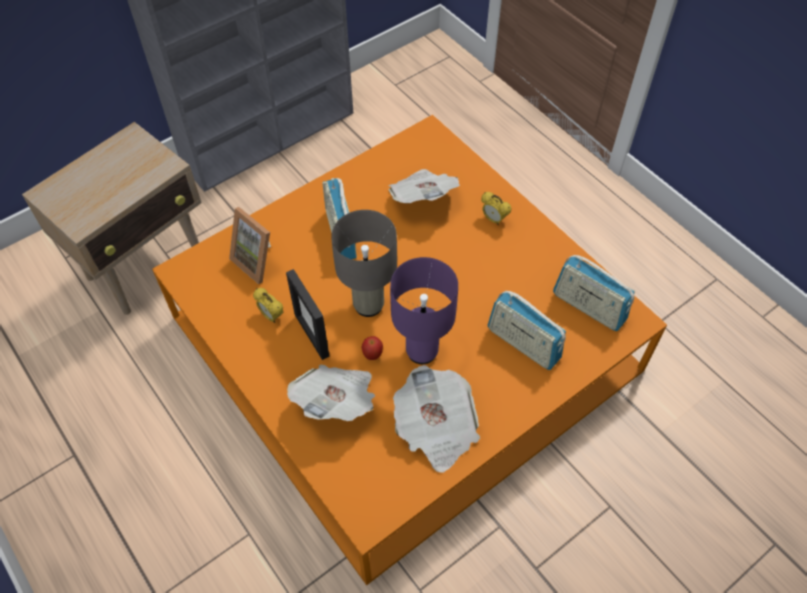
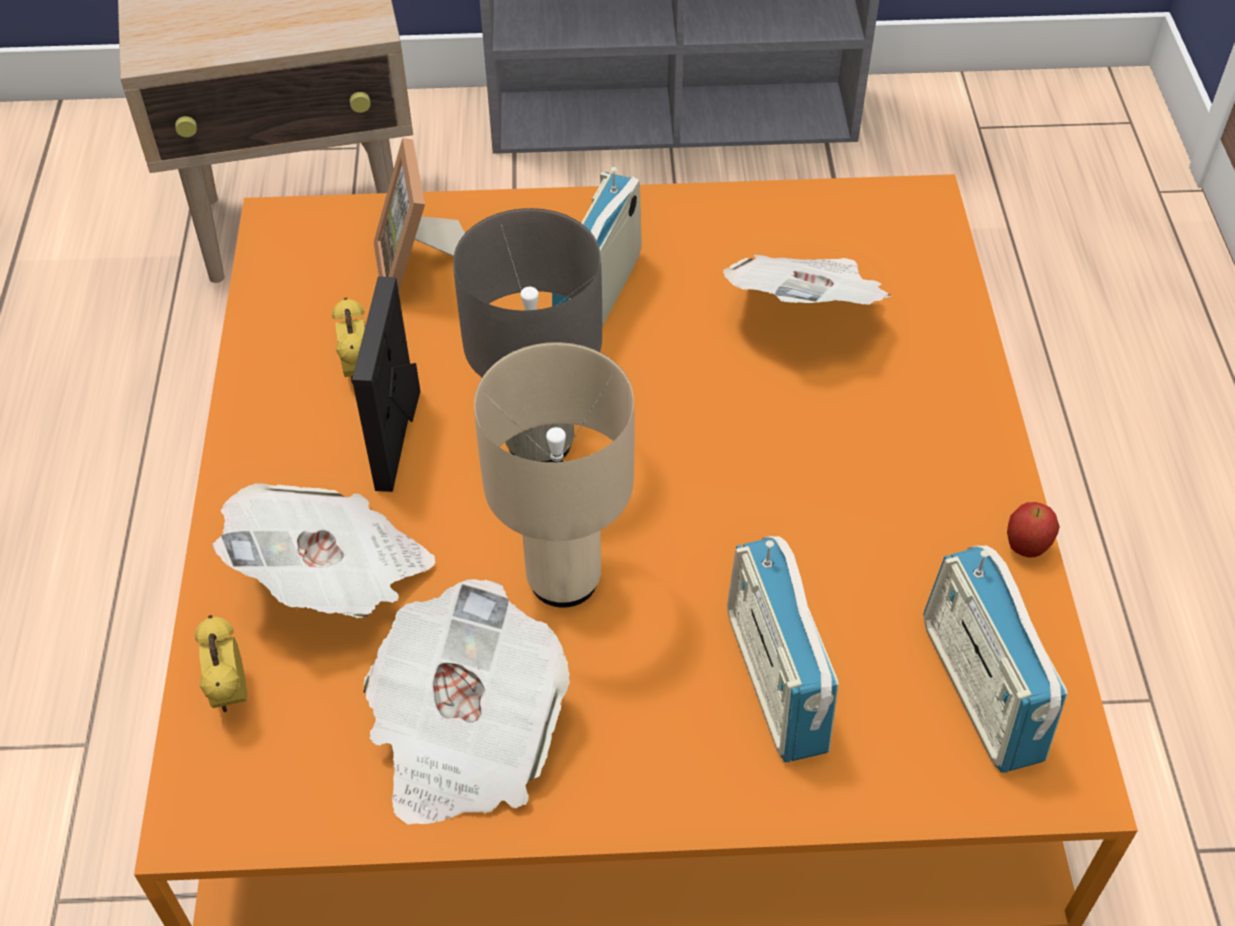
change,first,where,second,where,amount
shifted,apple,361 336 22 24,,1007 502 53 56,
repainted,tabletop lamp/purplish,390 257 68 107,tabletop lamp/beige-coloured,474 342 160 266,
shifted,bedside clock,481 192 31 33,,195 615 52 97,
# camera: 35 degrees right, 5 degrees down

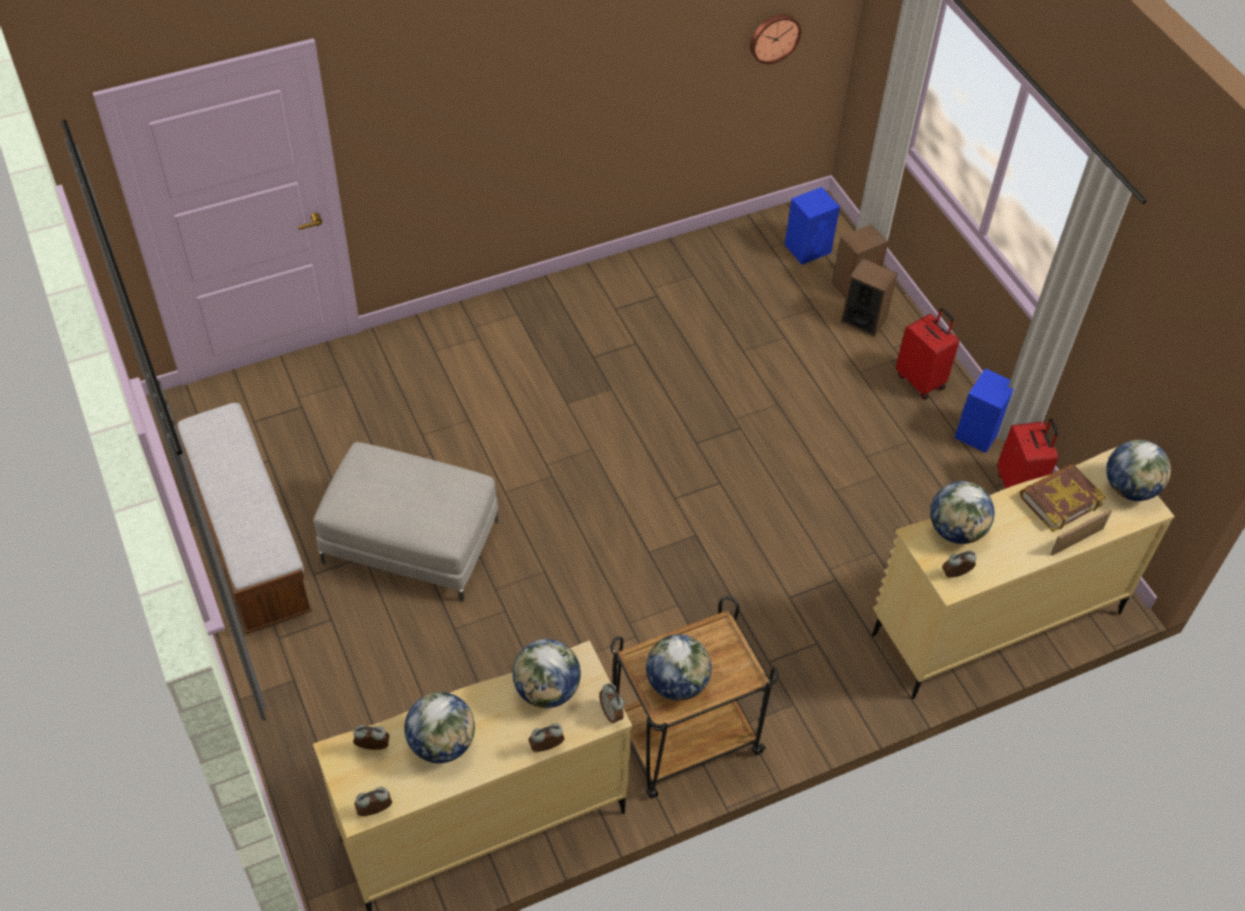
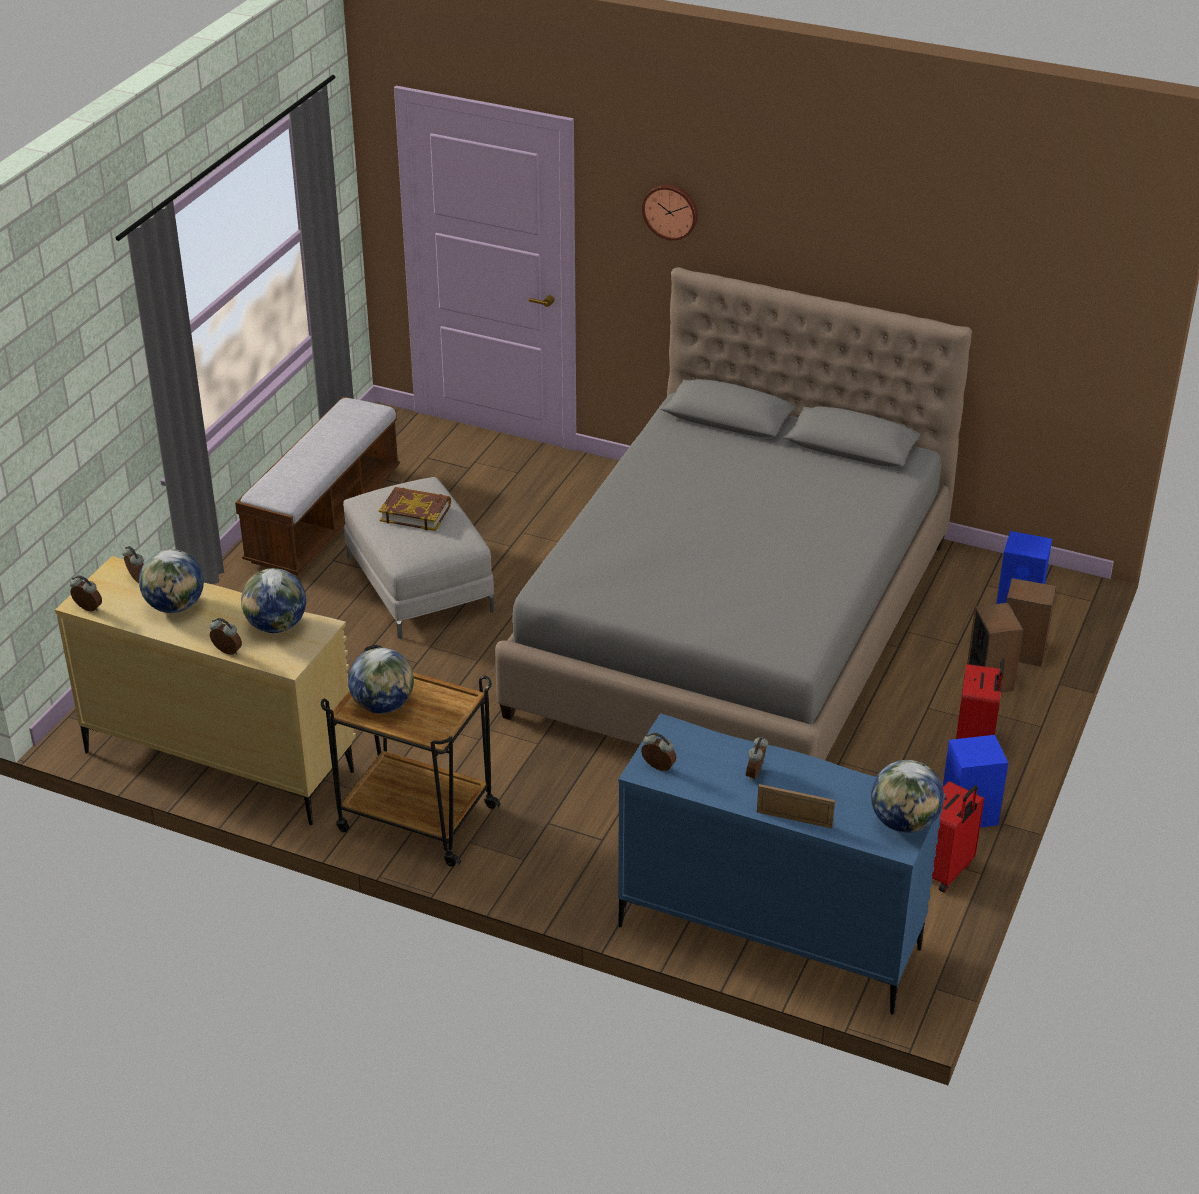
change,first,where,second,where,amount
shifted,bedside clock,599 683 25 40,,746 737 22 44,
shifted,clock on the wall,750 14 51 50,,642 184 56 57,
repainted,chest of drawers/beige-coloured,872 447 303 252,chest of drawers/blue,618 713 327 301,
gone,desk globe,930 481 64 63,,,
shifted,volume,1020 464 86 68,,379 487 72 44,
new,,,sleeping bed/greyish,495 267 477 493,
# camera: 50 degrees right, 15 degrees down

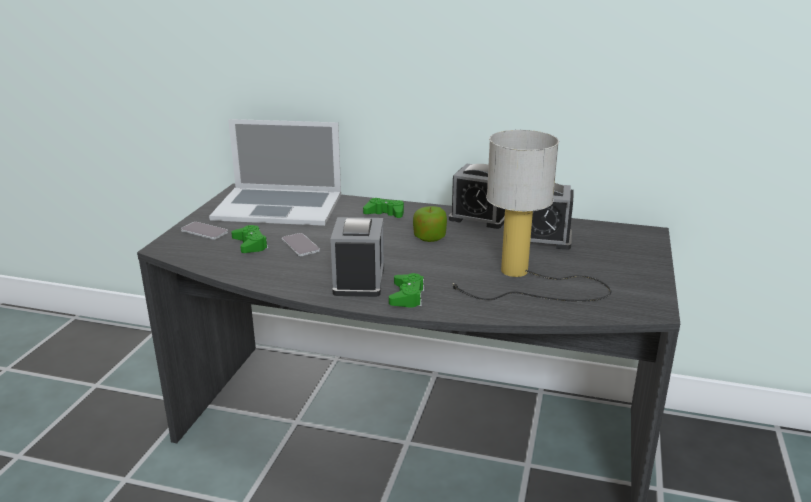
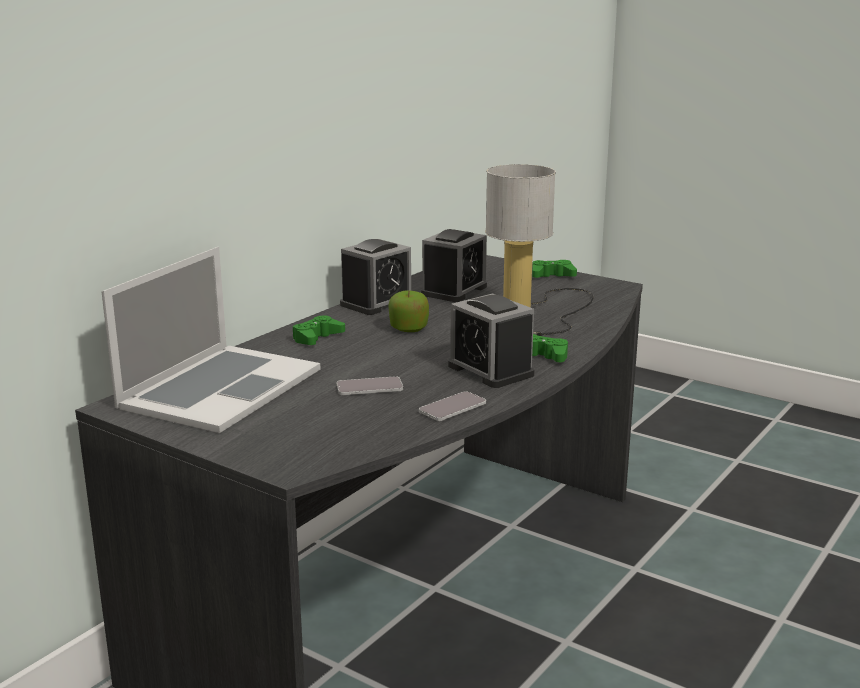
change,first,where,second,where,amount
shifted,phone,181 222 47 18,,419 392 67 29,
shifted,gamepad/green,231 225 37 28,,532 260 45 18,
rotated,bedside clock,330 217 54 80,,448 294 87 94,150 degrees counterclockwise
# camera: 70 degrees left, 5 degrees down

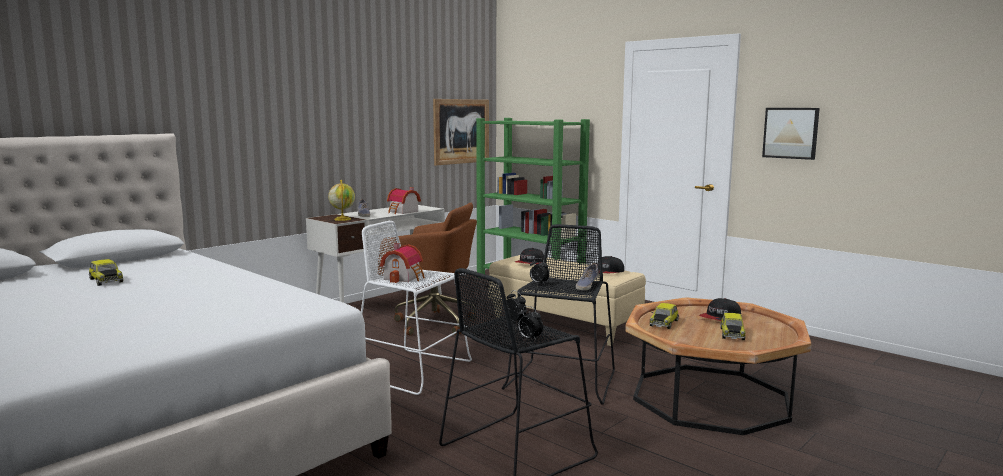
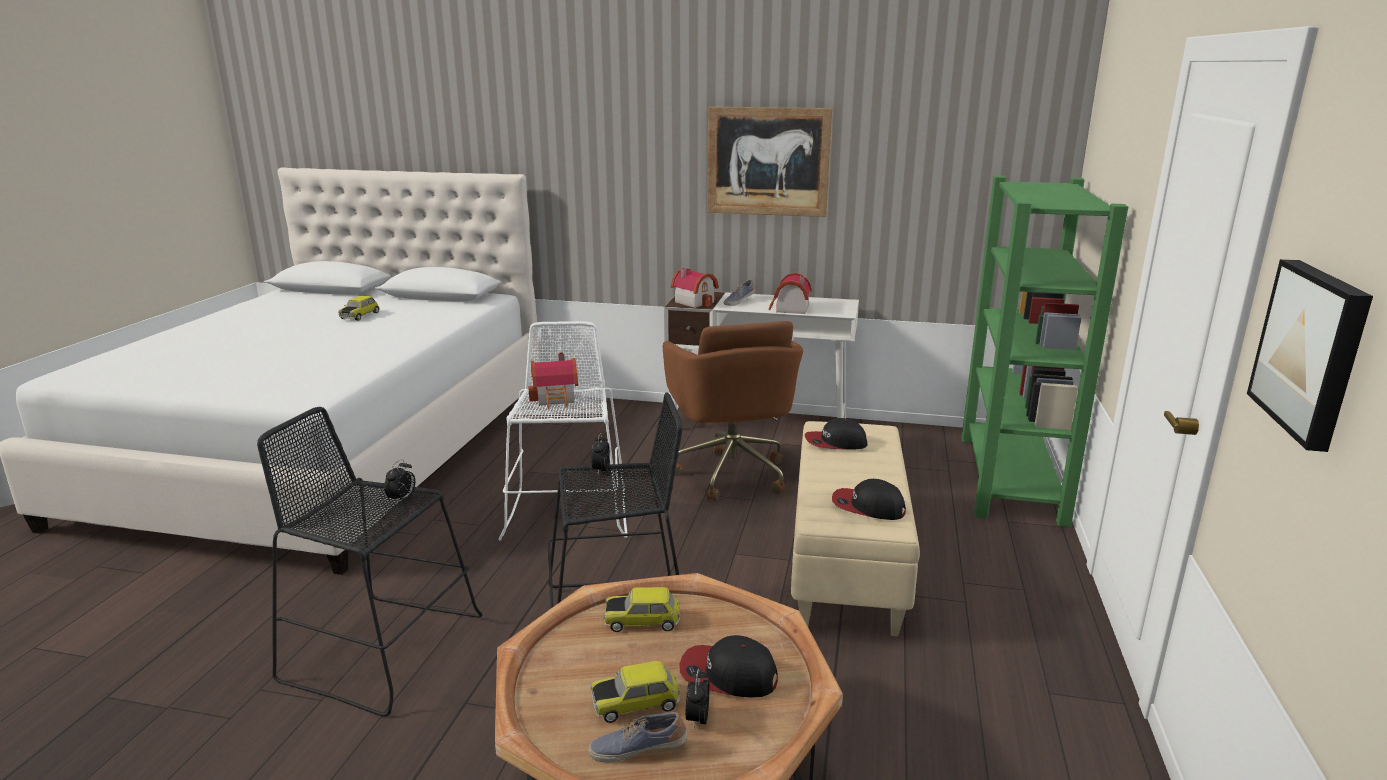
change,first,where,second,where,amount
swapped,desk globe,328 180 27 41,model house,671 268 48 40,
shifted,wall art,433 99 56 66,,707 107 126 110,
shifted,bedside clock,517 306 26 34,,686 668 24 61,
shifted,low shoe,576 263 23 28,,588 712 100 50,
# camera: 60 degrees right, 10 degrees up

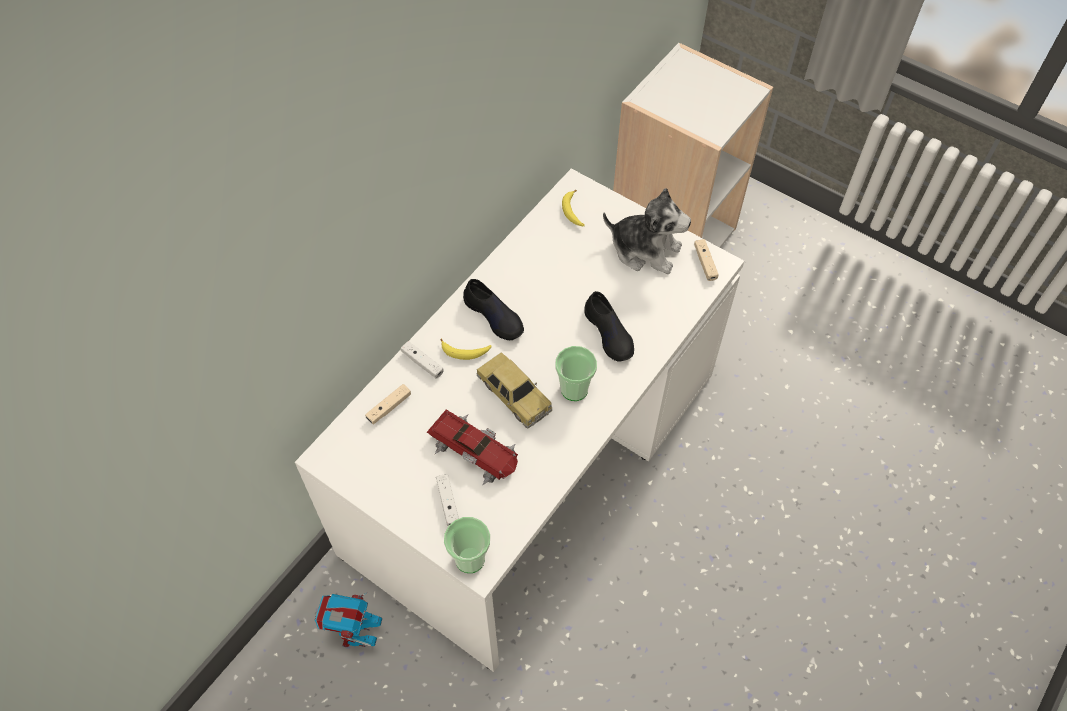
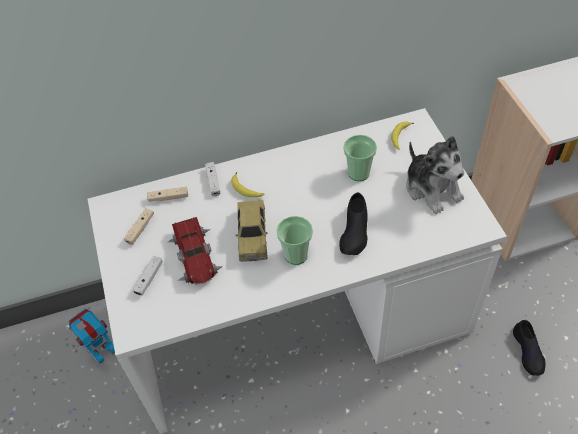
change,first,where,second,where,amount
shifted,drinking cup,444 517 46 56,,343 135 34 46,
shifted,low shoe/black,463 279 61 61,,513 320 32 56,
shifted,gamepad/beige-coloured,694 239 25 42,,124 208 30 37,
# camera: 40 degrees right, 5 degrees down

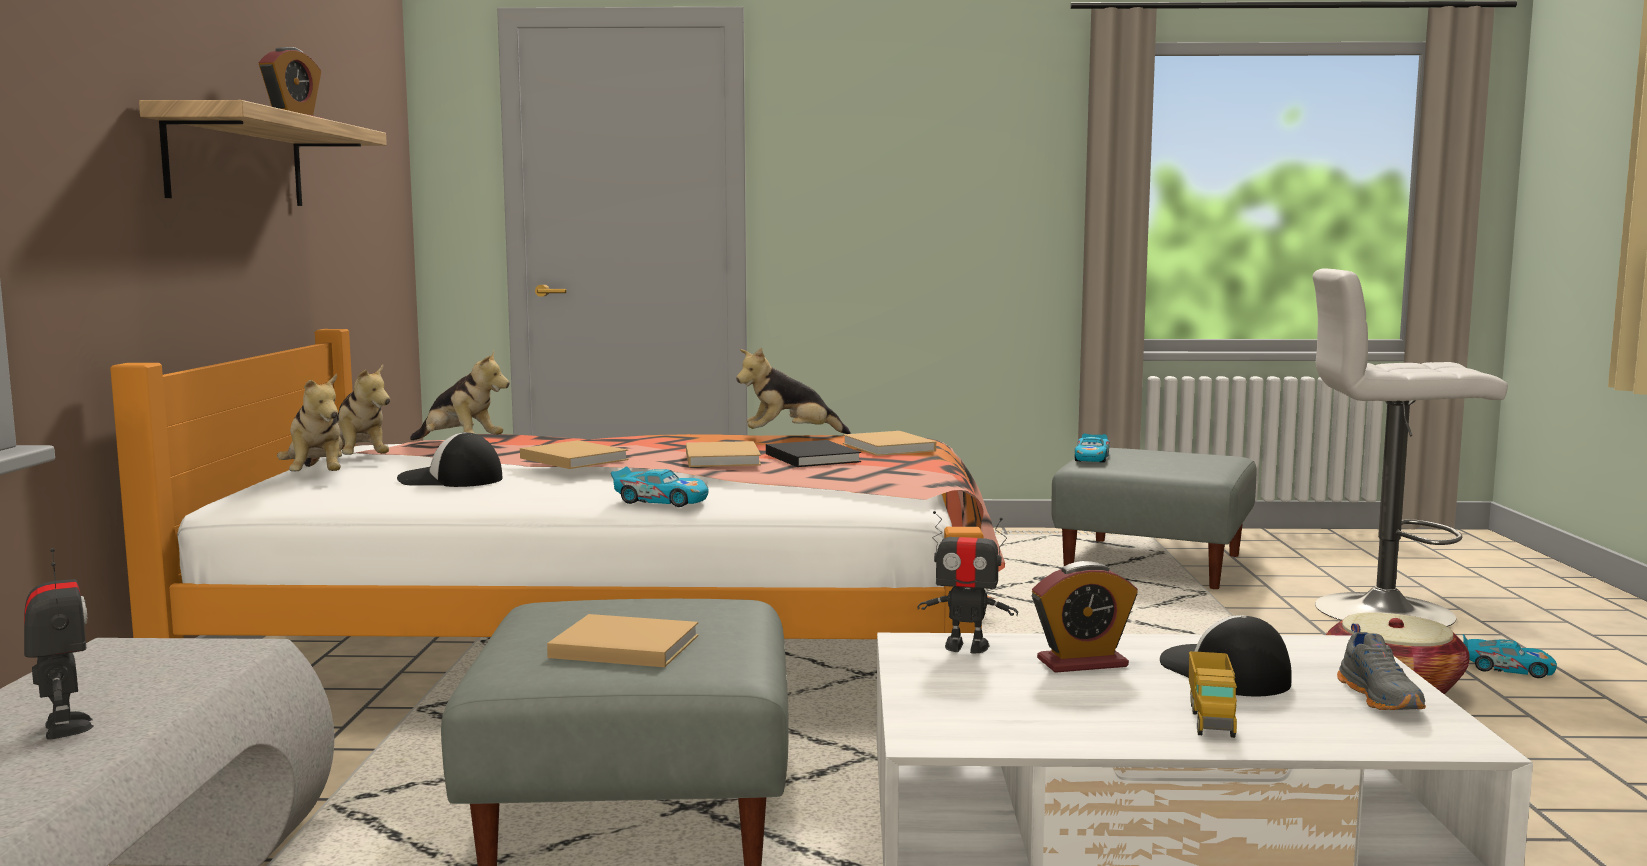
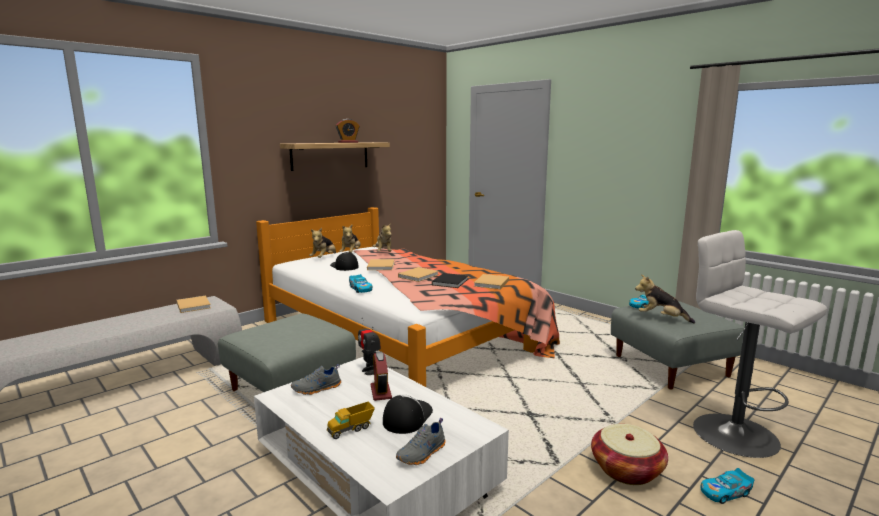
change,first,where,second,where,amount
gone,model robot,24 548 70 192,,,
shifted,volume/beige-coloured,547 614 152 53,,177 296 34 17,
shifted,cuddly toy,736 348 115 86,,635 275 60 48,
rotated,bedside clock,1032 561 106 112,,371 351 21 50,45 degrees clockwise
rotated,toy car,1463 634 94 44,,700 468 54 36,90 degrees clockwise
new,,,low shoe/greyish,291 364 50 31,
# camera: 45 degrees right, 5 degrees up

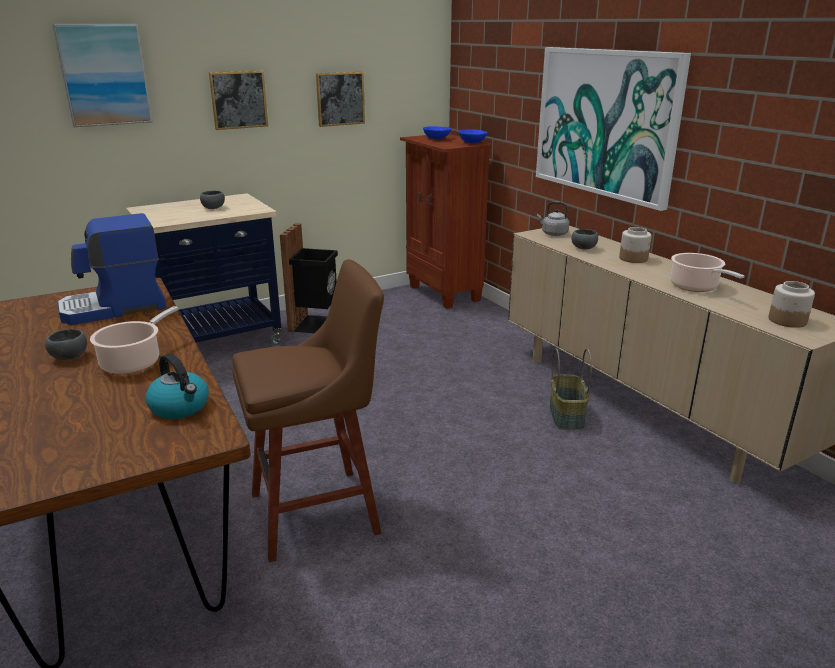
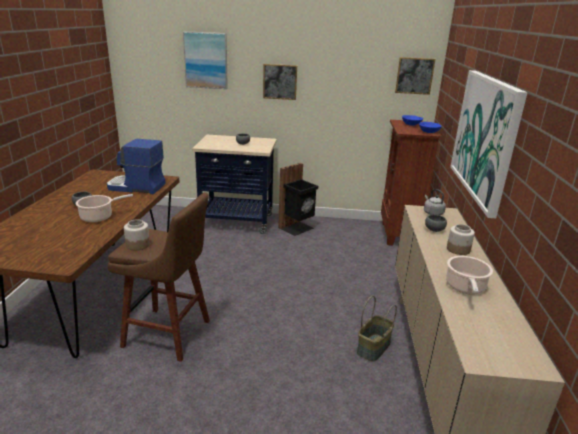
change,first,where,second,where,amount
gone,kettle,145 353 64 66,,,
shifted,wall art,316 72 49 55,,395 57 40 38,
shifted,storage jar,768 281 47 47,,124 220 26 30,
# camera: 35 degrees right, 0 degrees up

